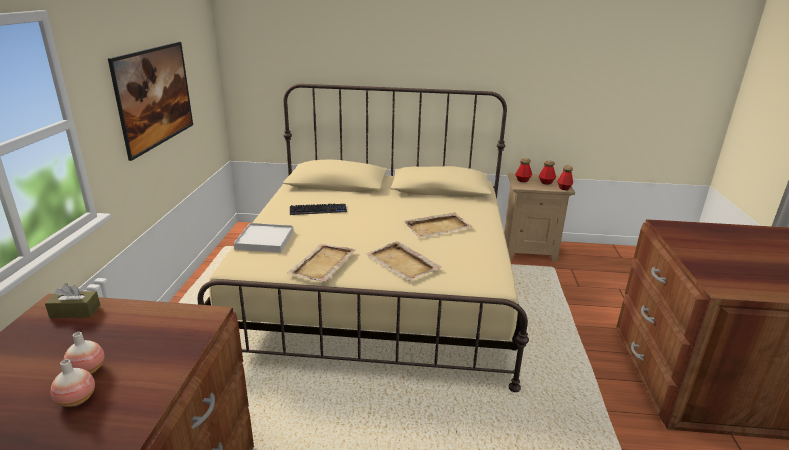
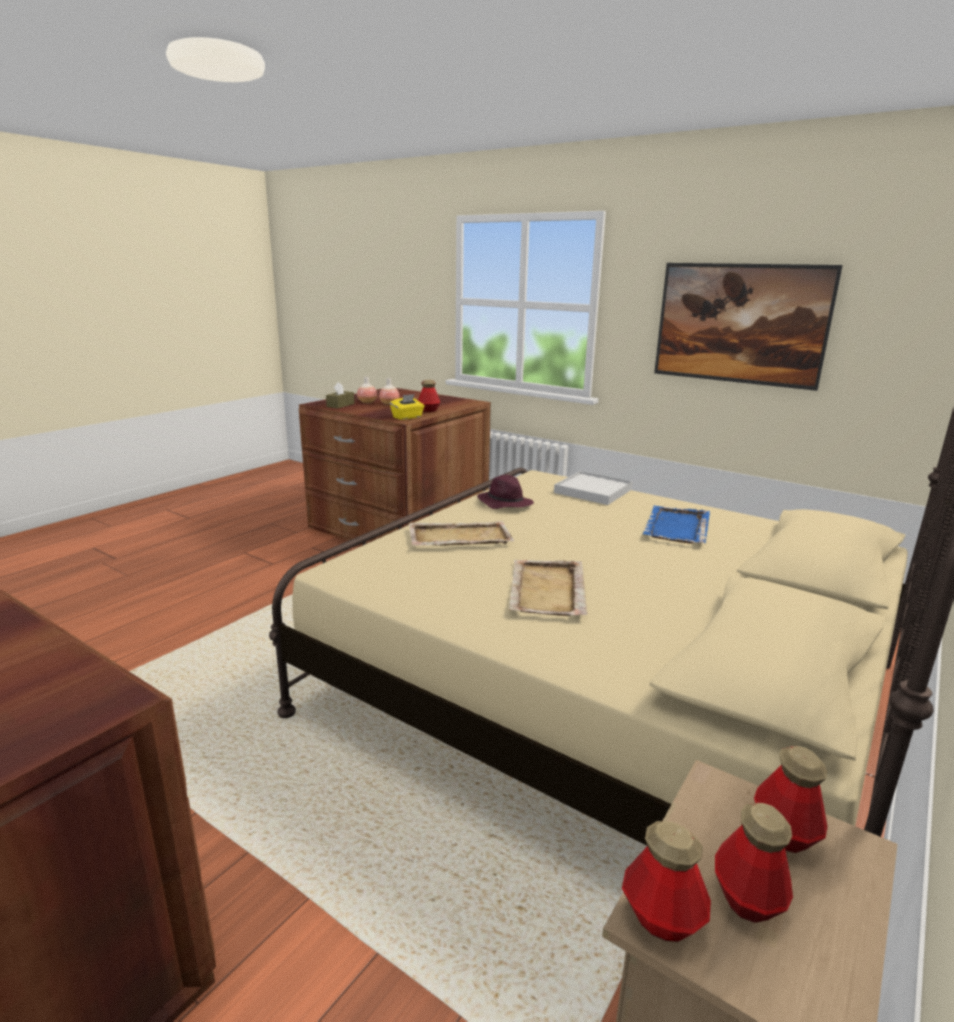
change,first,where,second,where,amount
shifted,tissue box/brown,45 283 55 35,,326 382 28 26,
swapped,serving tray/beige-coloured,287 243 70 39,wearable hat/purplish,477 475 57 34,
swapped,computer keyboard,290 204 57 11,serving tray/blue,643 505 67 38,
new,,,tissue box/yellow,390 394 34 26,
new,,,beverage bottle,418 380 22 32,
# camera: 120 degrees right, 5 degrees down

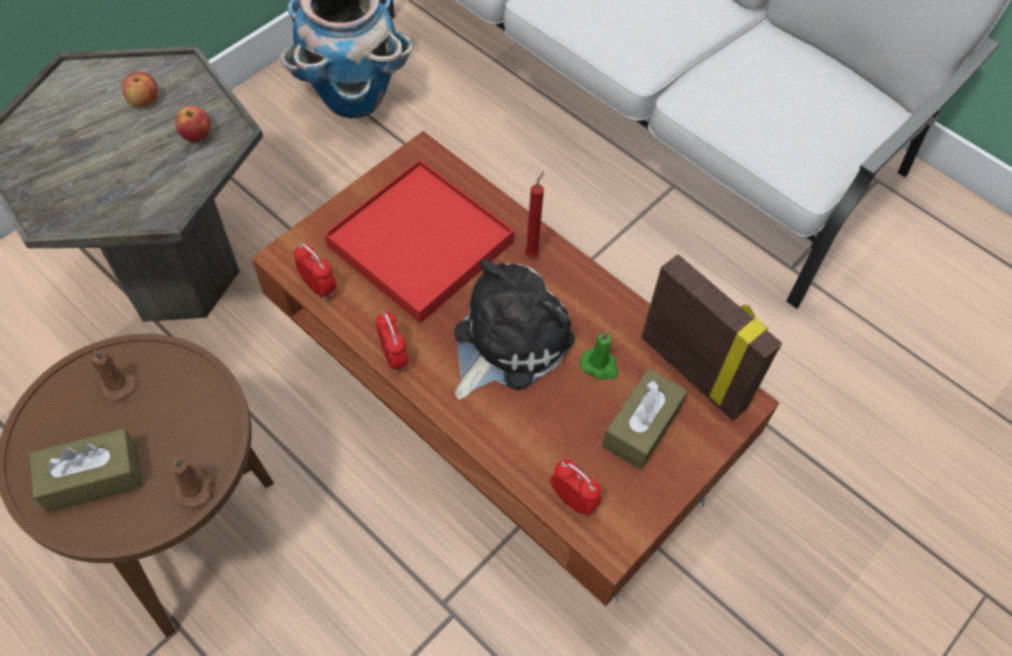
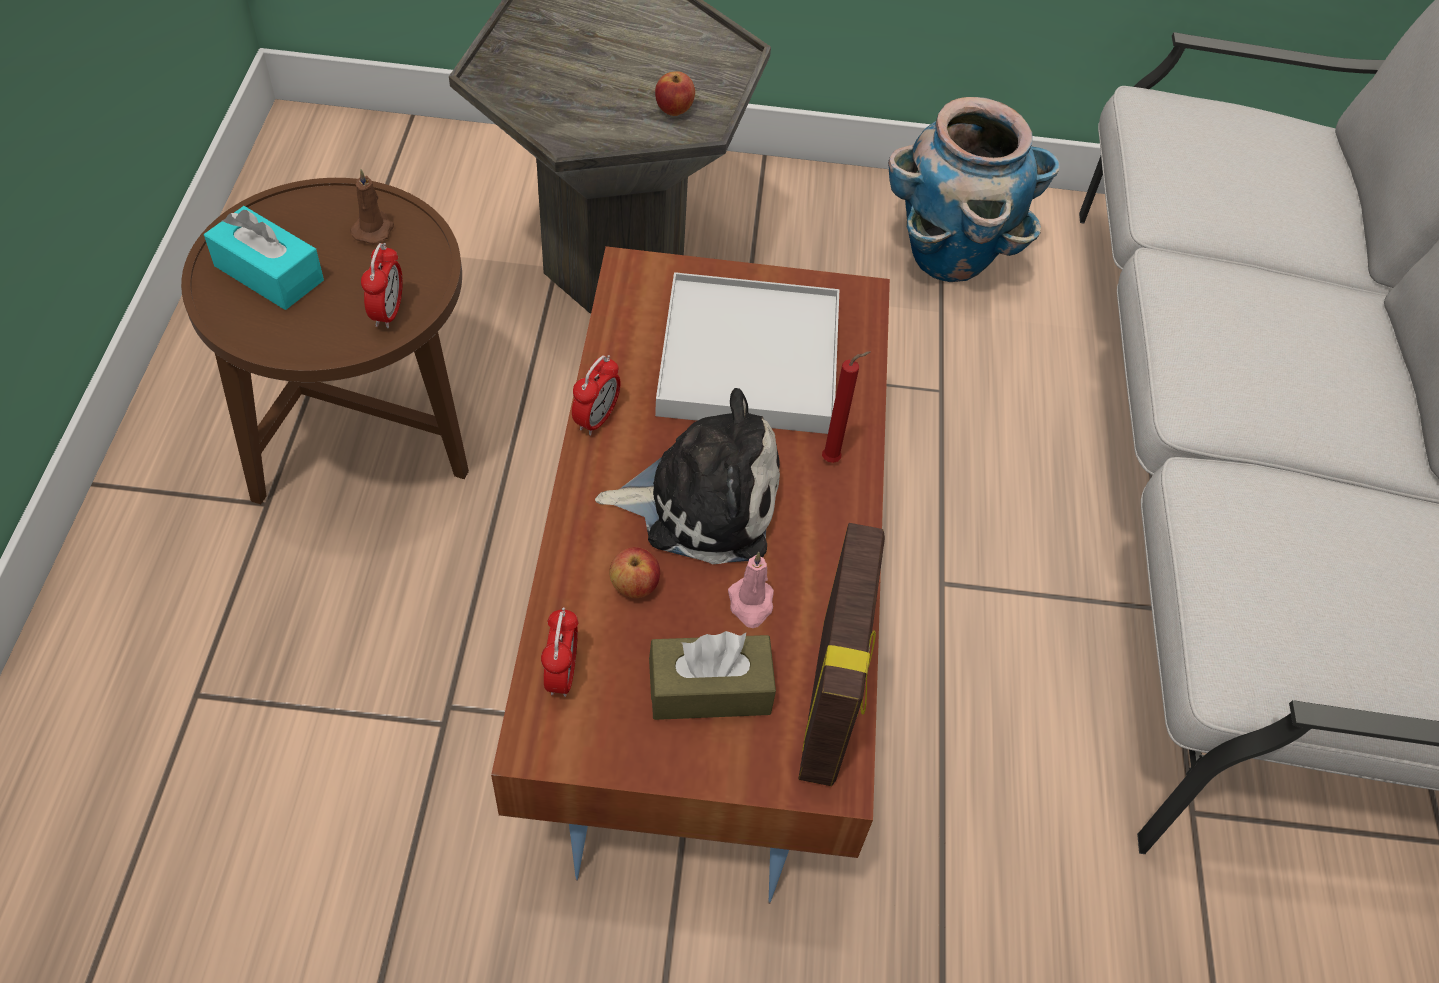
change,first,where,second,where,amount
repainted,tissue box/brown,29 429 113 83,tissue box/blue-green,204 206 120 104,
shifted,apple,122 72 36 36,,609 547 51 51,
gone,wax light/brown,172 457 41 51,,,
shifted,bedside clock,294 244 42 56,,361 243 42 86,
repainted,serving tray/red-coloured,324 159 190 164,serving tray/white,655 272 184 162,
repainted,wax light/green,580 331 39 49,wax light/pink-coloured,728 552 46 76,
# camera: 50 degrees right, 5 degrees down

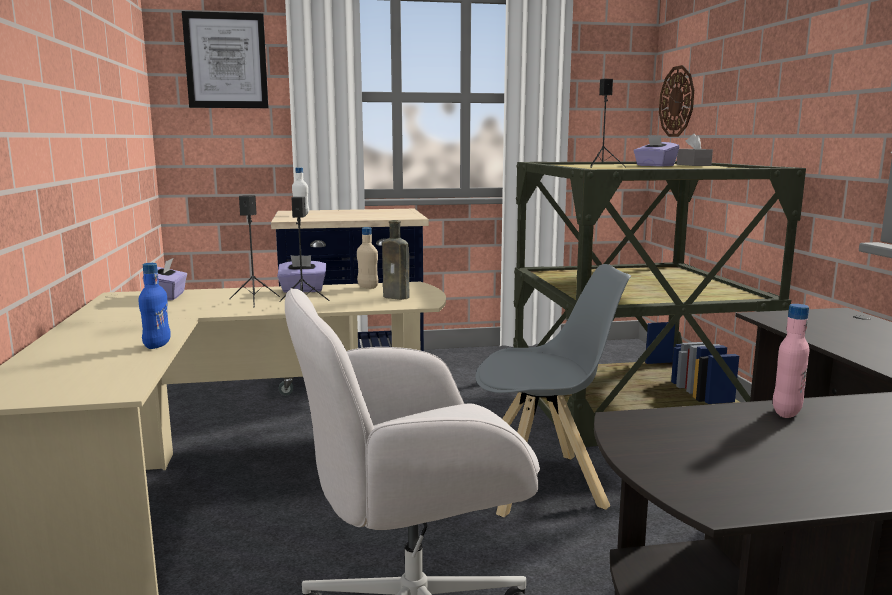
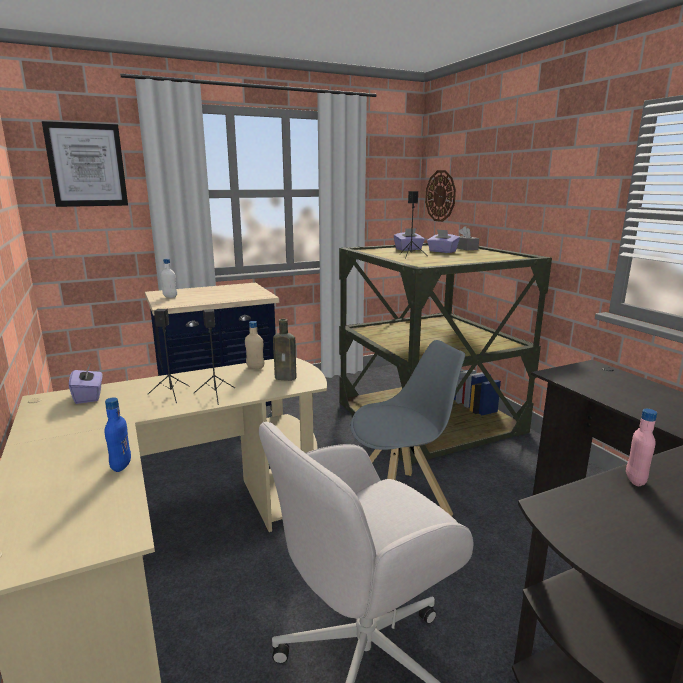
change,first,where,second,where,amount
shifted,tissue box/purplish,277 255 49 38,,394 228 31 23,
# camera: 15 degrees left, 5 degrees up

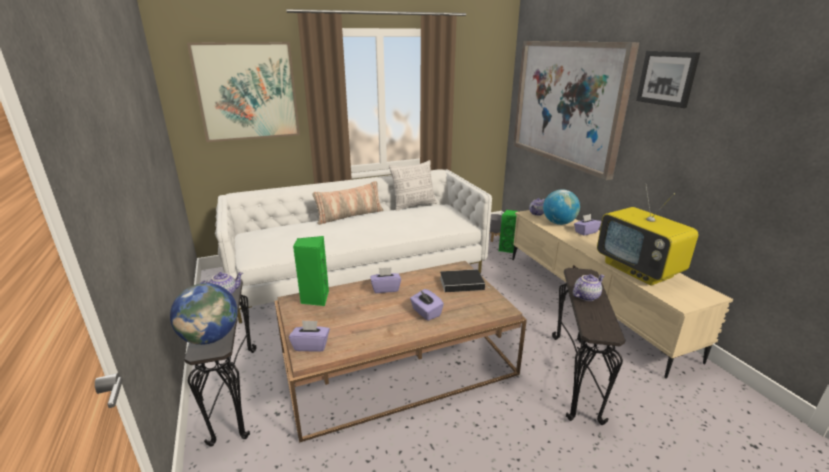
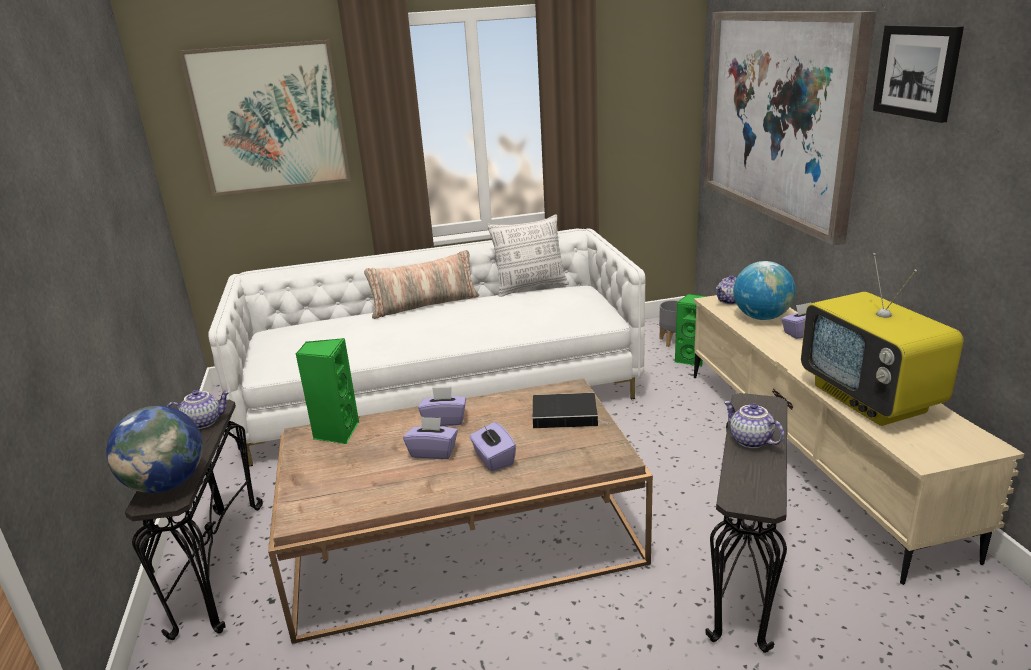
change,first,where,second,where,amount
shifted,tissue box/purplish,289 320 41 32,,403 416 55 43,
rotated,teapot,573 274 32 27,,724 401 60 47,105 degrees counterclockwise
# camera: 10 degrees right, 0 degrees up

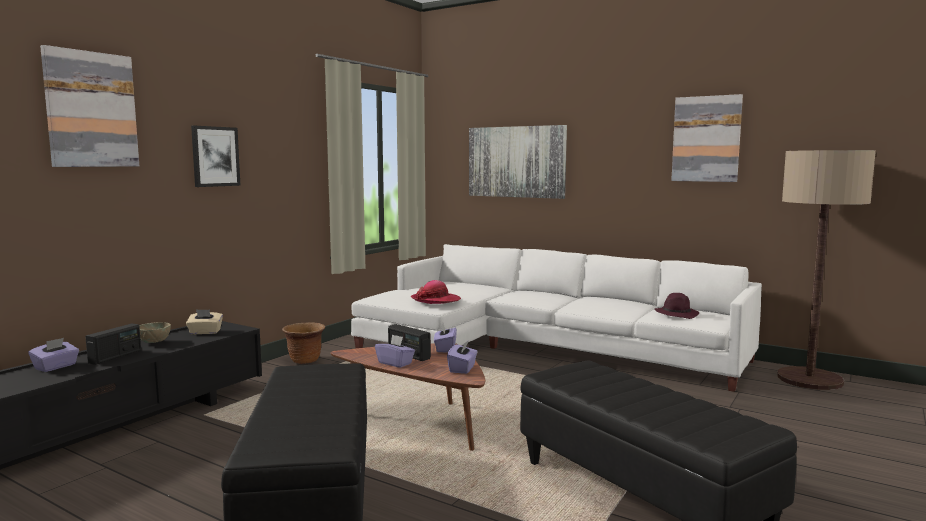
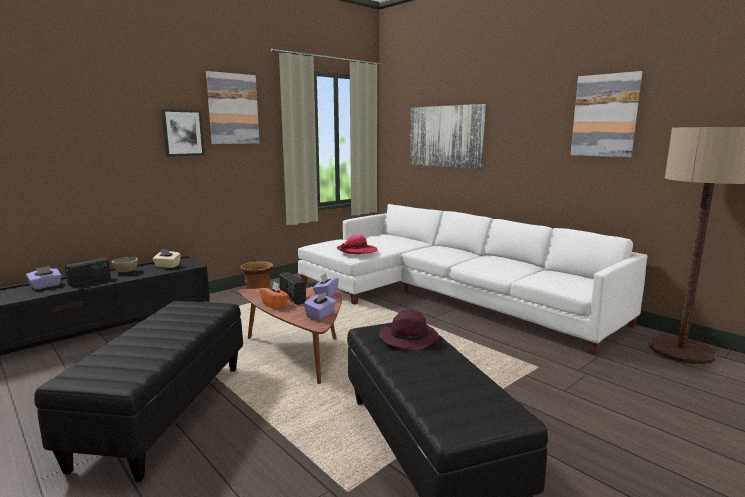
change,first,where,second,where,amount
shifted,wall art,40 45 99 122,,206 71 53 73,
repainted,tissue box/purplish,375 334 40 34,tissue box/orangey,260 282 29 27,
shifted,wearable hat/purplish,654 293 46 26,,379 310 60 41,
# camera: 15 degrees right, 5 degrees up

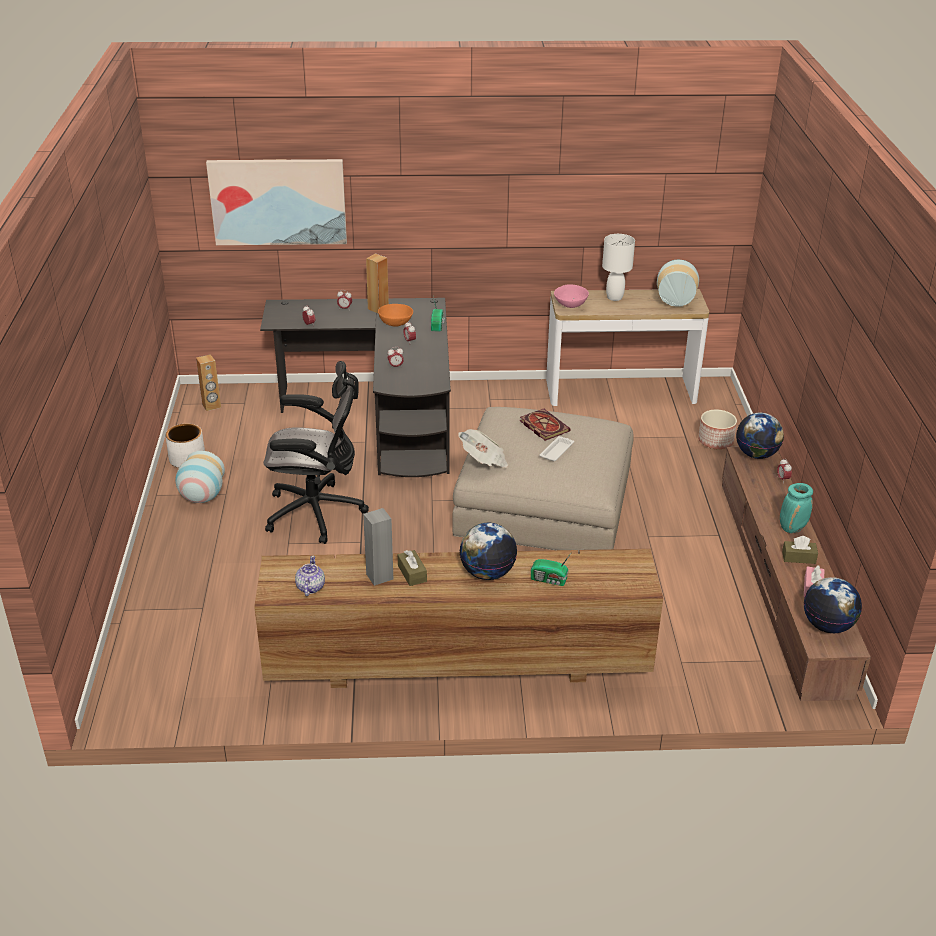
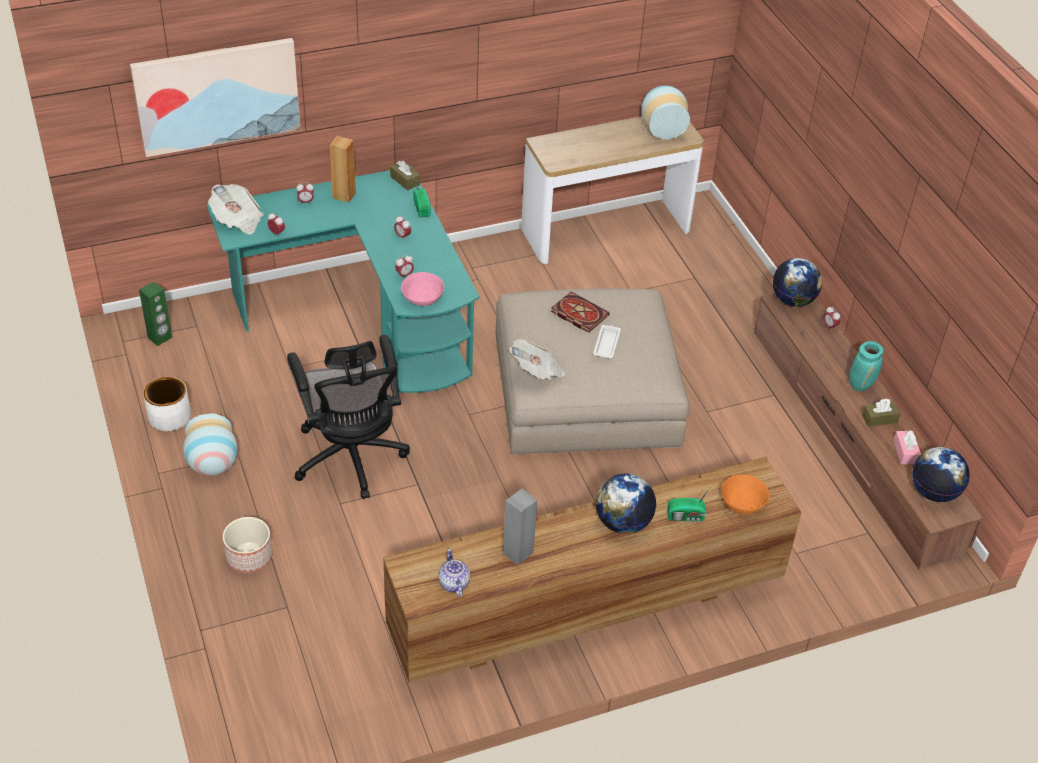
change,first,where,second,where,amount
repainted,speaker/brown,196 355 25 56,speaker/green,139 282 33 64,
repainted,desk table/black,260 298 191 179,desk table/blue-green,207 166 272 227,
rotated,computer chair,264 361 105 183,,287 335 123 164,90 degrees clockwise
shifted,bowl/orangey,378 304 35 23,,721 475 49 40,
shifted,tissue box/brown,398 550 29 36,,390 161 30 29,
shifted,bowl/pink-coloured,554 285 35 23,,401 272 43 34,
gone,tabletop lamp/white,602 234 33 67,,,
shifted,plant pot,698 410 39 39,,223 517 49 56,
new,,,newspaper,208 184 56 50,
# camera: 20 degrees left, 10 degrees up

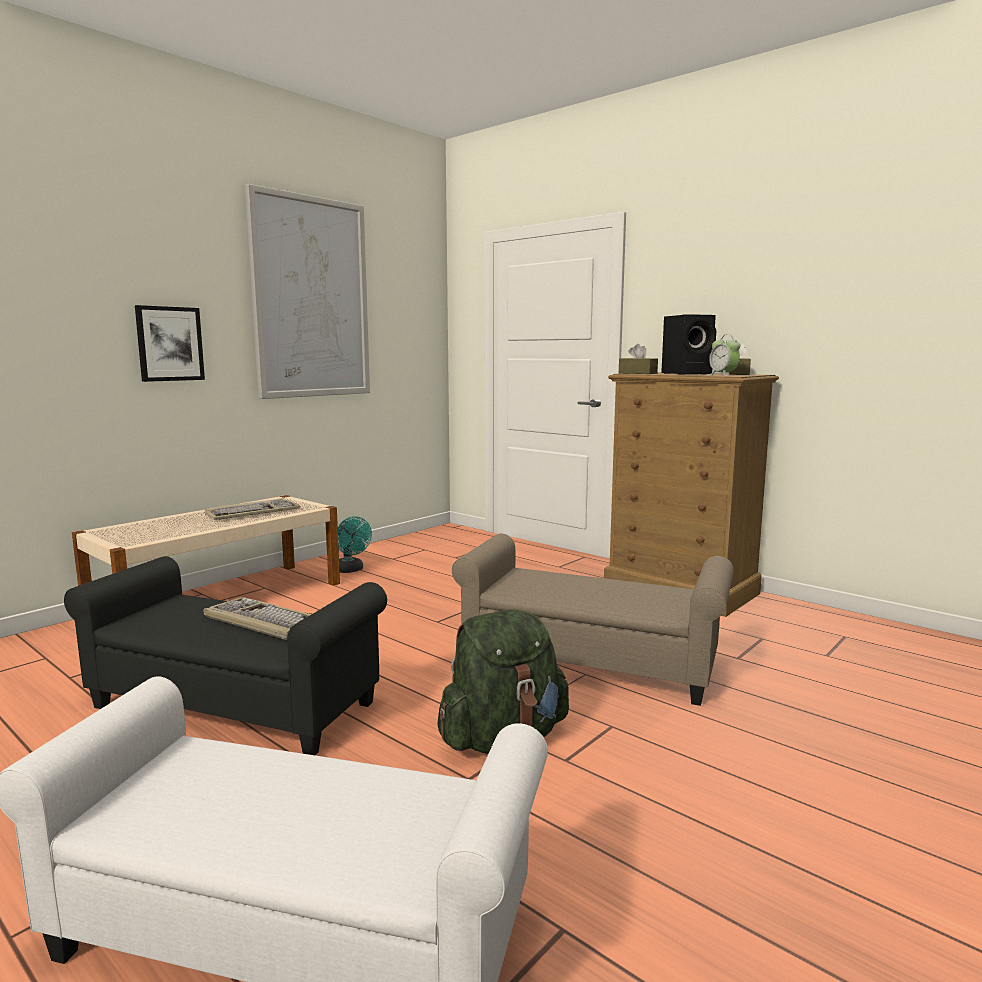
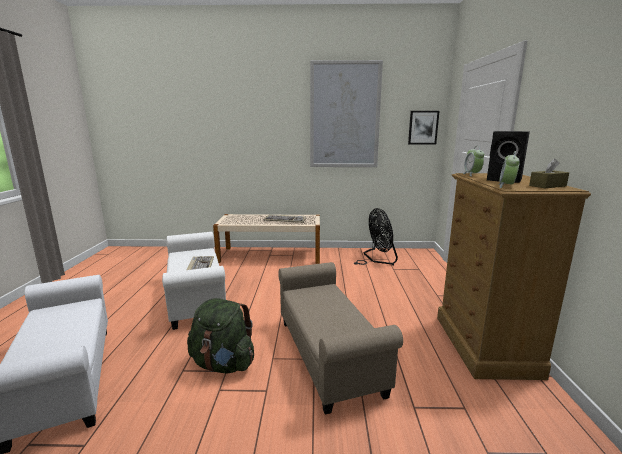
change,first,where,second,where,amount
repainted,pouffe/black,64 556 323 199,pouffe/white,162 232 64 98,
shifted,wall art,135 305 70 77,,408 111 31 34,
gone,electric fan/blue-green,338 516 34 57,,,
swapped,tissue box/brown,619 344 39 30,bedside clock,463 146 21 30,
new,,,electric fan/black,354 208 44 57,
# camera: 50 degrees right, 5 degrees up

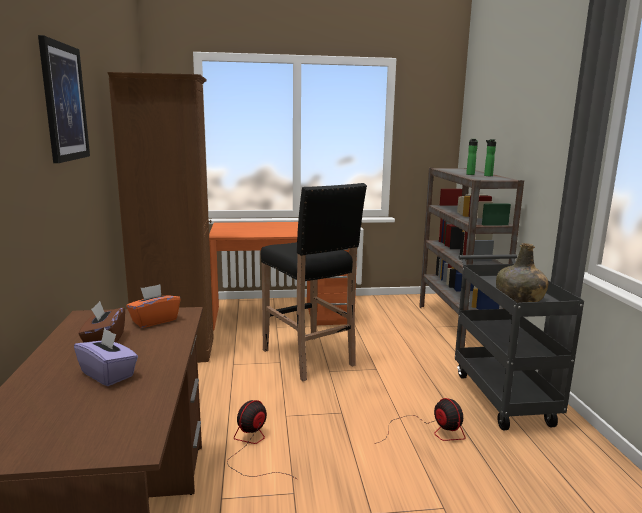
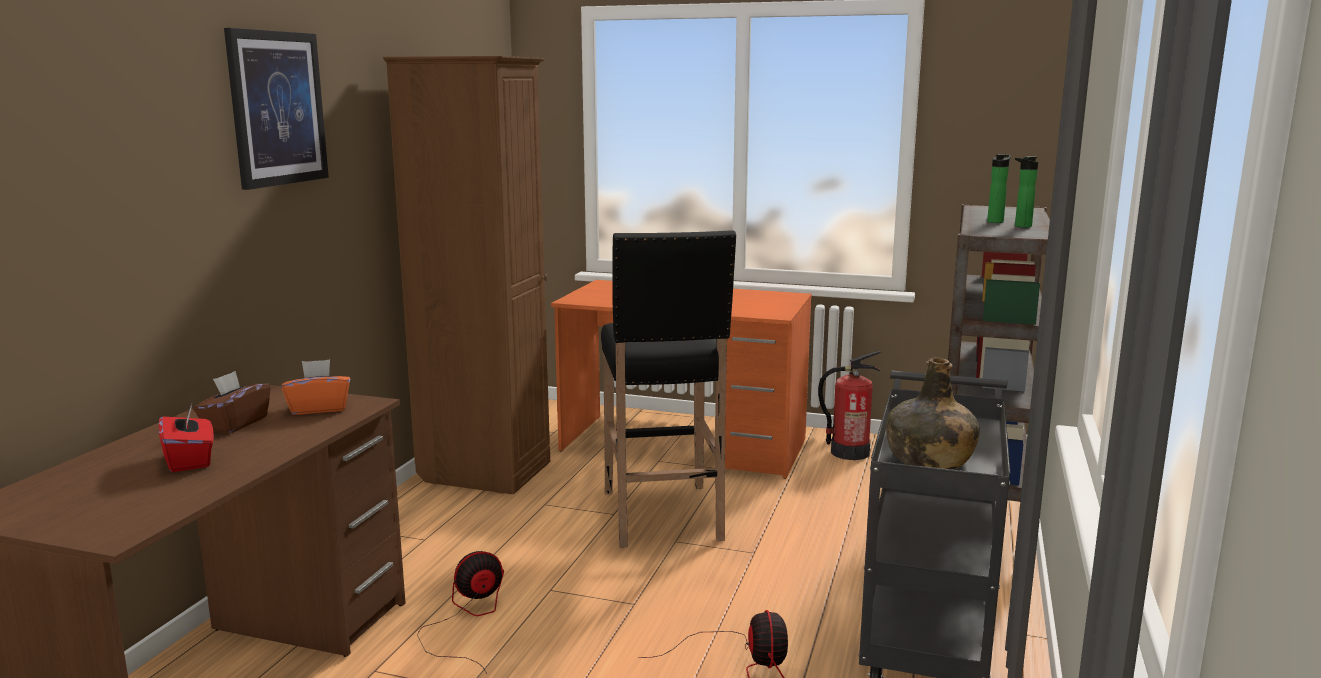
change,first,where,second,where,amount
repainted,tissue box/purplish,74 328 64 58,tissue box/red-coloured,159 404 55 68,
new,,,extinguisher,818 351 62 109,
# camera: 25 degrees right, 0 degrees up

